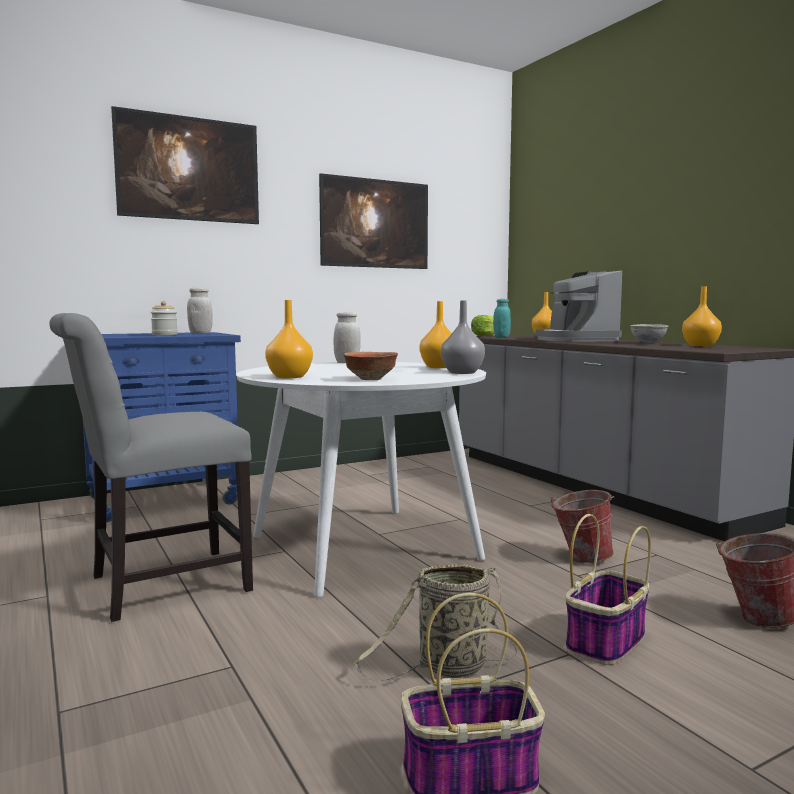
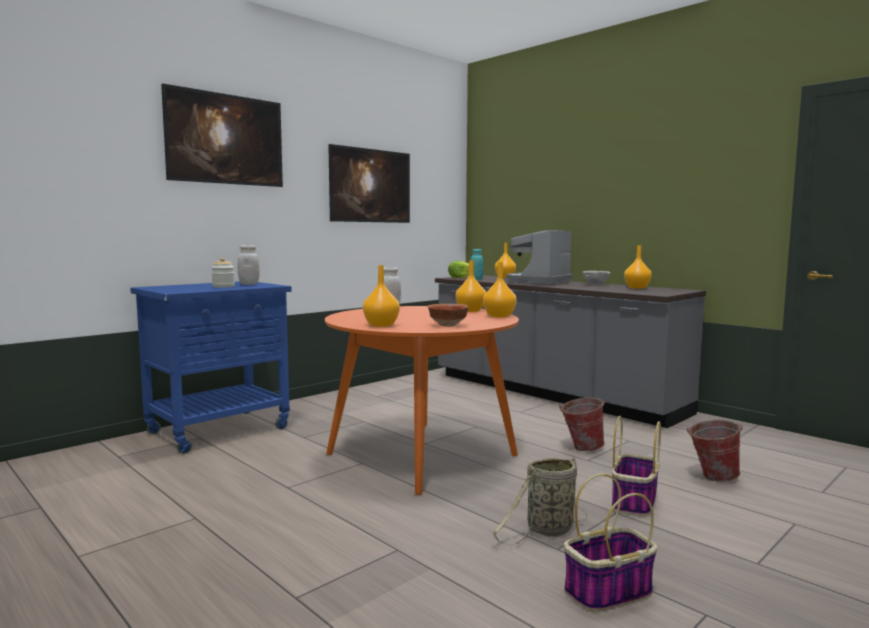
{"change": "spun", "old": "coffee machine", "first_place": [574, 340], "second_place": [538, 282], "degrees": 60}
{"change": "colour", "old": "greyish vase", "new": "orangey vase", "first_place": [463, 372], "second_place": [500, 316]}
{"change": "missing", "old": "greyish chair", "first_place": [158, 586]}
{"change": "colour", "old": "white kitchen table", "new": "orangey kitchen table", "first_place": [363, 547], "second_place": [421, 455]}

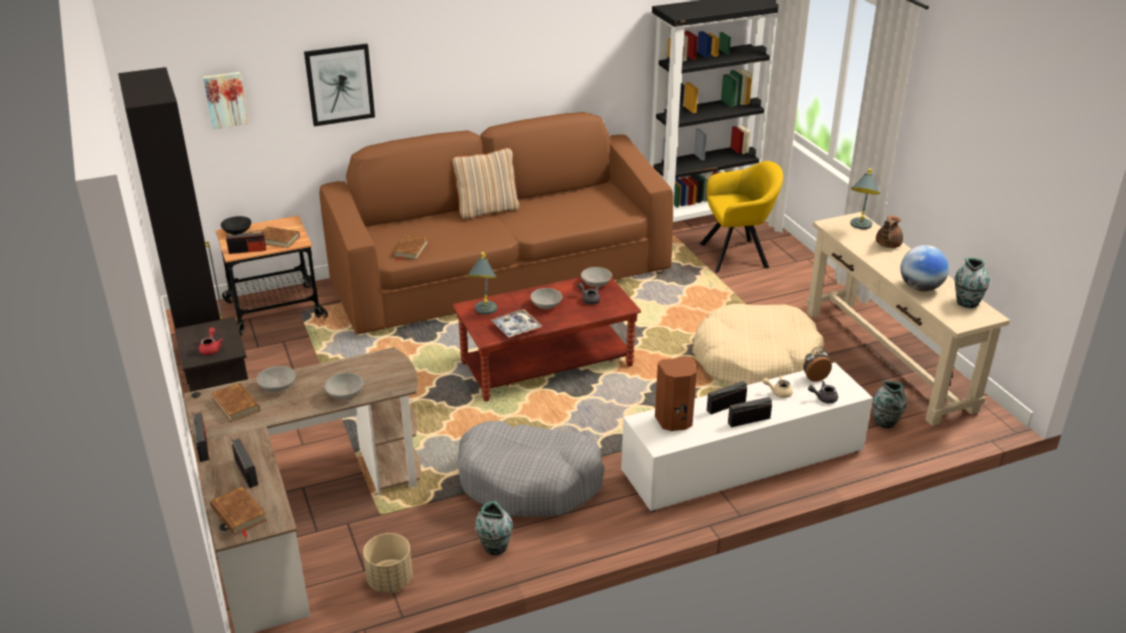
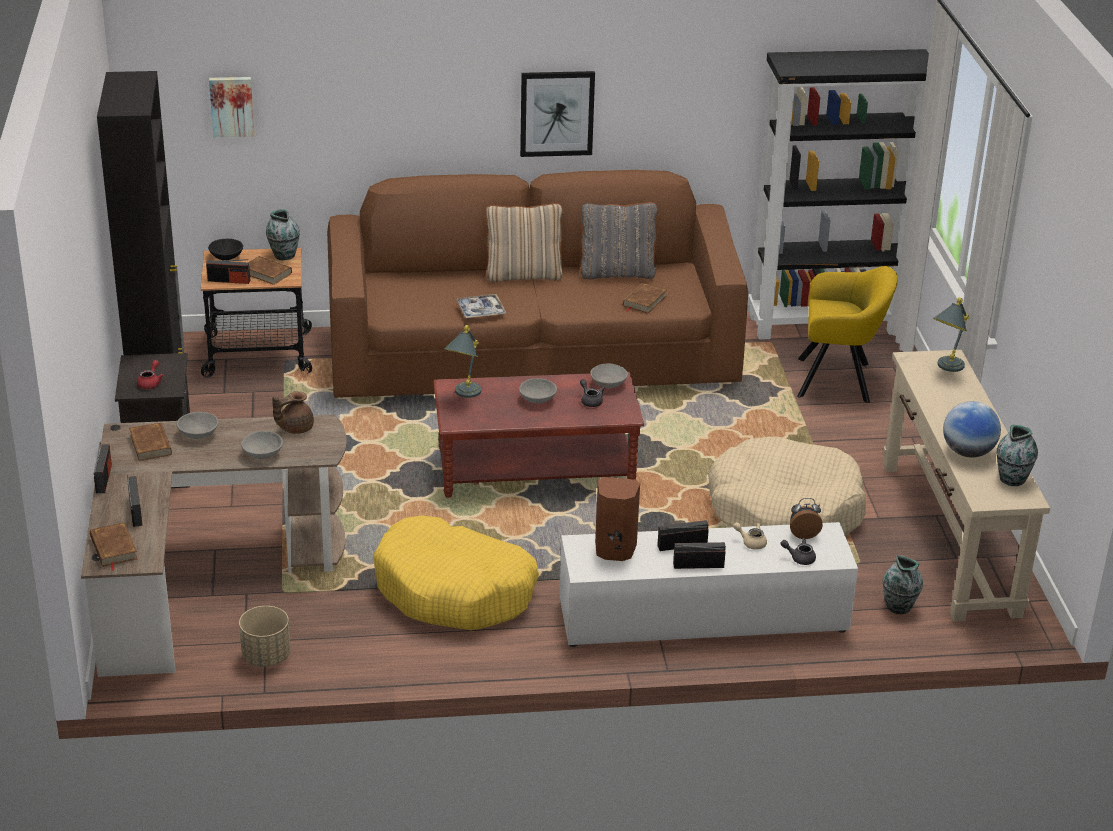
{"change": "relocated", "old": "wall art", "first_place": [340, 84], "second_place": [557, 113]}
{"change": "relocated", "old": "brown-coloured teapot", "first_place": [887, 245], "second_place": [294, 428]}
{"change": "relocated", "old": "brown-coloured book", "first_place": [410, 250], "second_place": [644, 301]}
{"change": "relocated", "old": "carrying tray", "first_place": [516, 328], "second_place": [481, 311]}
{"change": "colour", "old": "greyish pet bed", "new": "yellow pet bed", "first_place": [529, 482], "second_place": [454, 591]}
{"change": "relocated", "old": "vase", "first_place": [494, 547], "second_place": [284, 255]}
{"change": "appeared", "new": "greyish pillow", "second_place": [617, 272]}

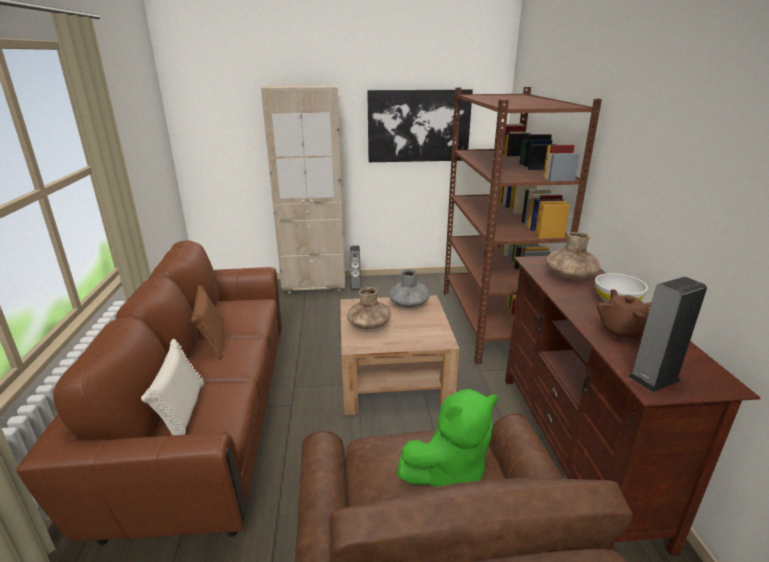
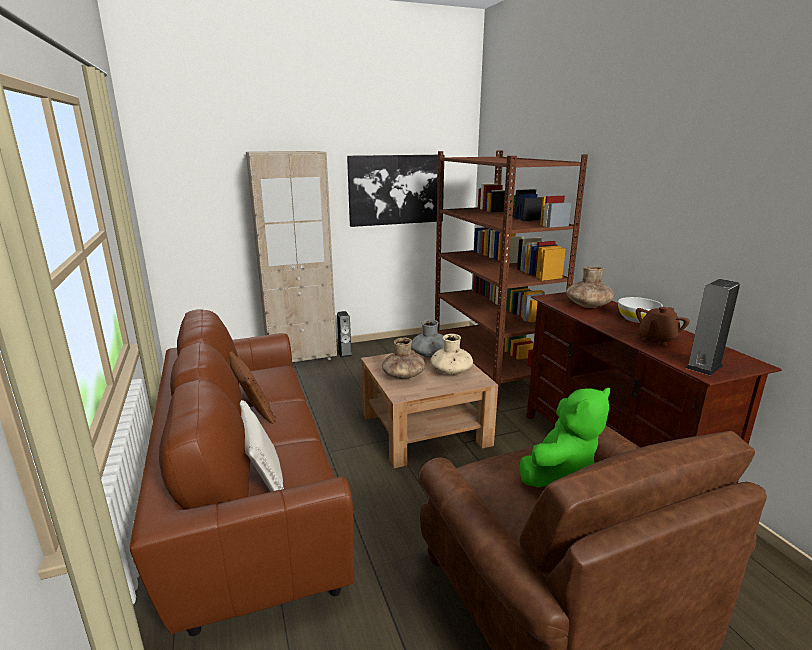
{"change": "spun", "old": "brown-coloured teapot", "first_place": [621, 331], "second_place": [657, 339], "degrees": -120}
{"change": "appeared", "new": "beige-coloured vase", "second_place": [451, 371]}

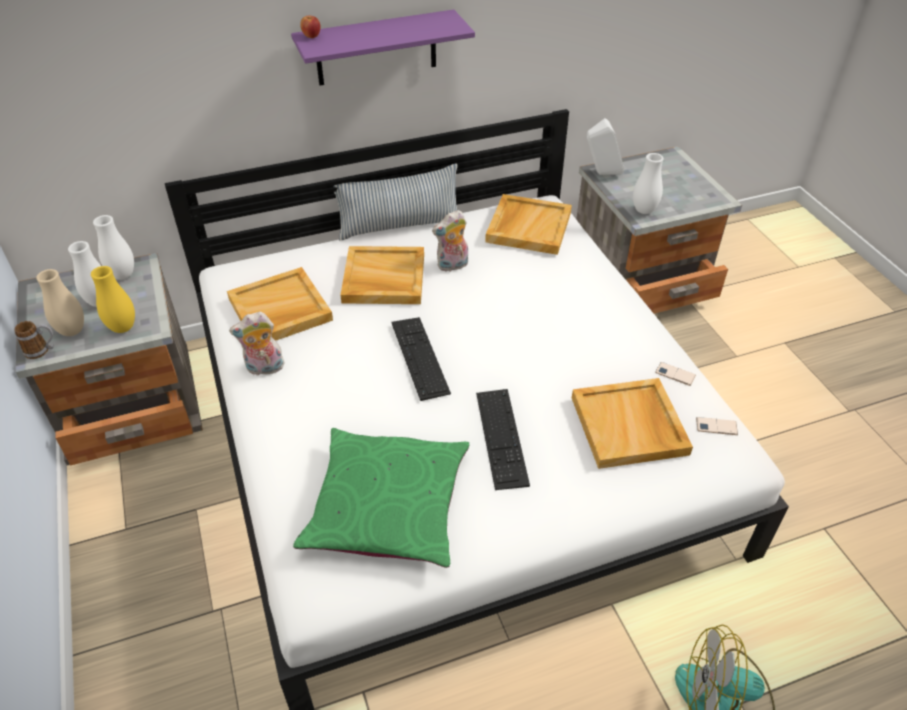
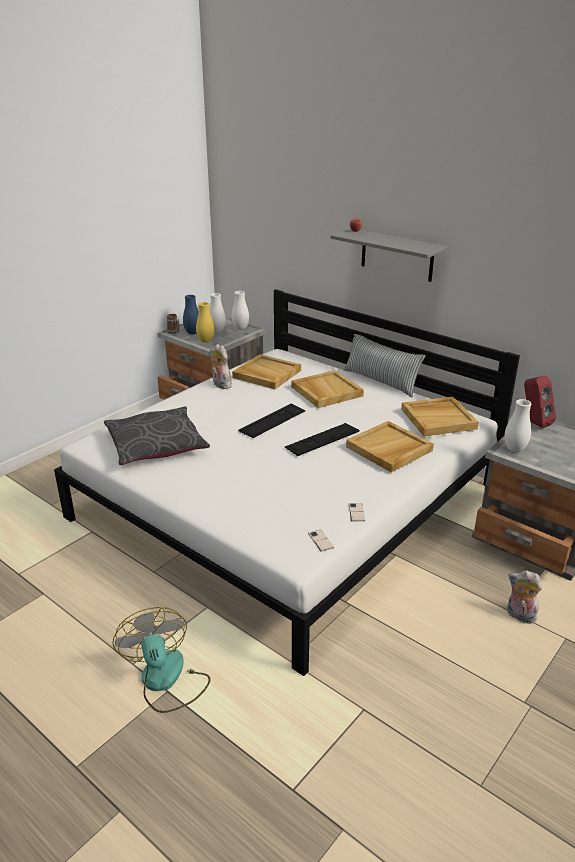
{"change": "colour", "old": "purple wall shelf", "new": "greyish wall shelf", "first_place": [376, 48], "second_place": [397, 255]}
{"change": "colour", "old": "white loudspeaker", "new": "red-coloured loudspeaker", "first_place": [601, 174], "second_place": [533, 423]}
{"change": "relocated", "old": "soft toy", "first_place": [452, 266], "second_place": [519, 616]}
{"change": "colour", "old": "beige-coloured vase", "new": "blue-coloured vase", "first_place": [72, 331], "second_place": [192, 333]}
{"change": "relocated", "old": "beige-coloured carrying tray", "first_place": [630, 426], "second_place": [389, 449]}
{"change": "relocated", "old": "keyboard", "first_place": [501, 437], "second_place": [322, 439]}
{"change": "colour", "old": "green-coloured pillow", "new": "greyish pillow", "first_place": [387, 506], "second_place": [156, 445]}

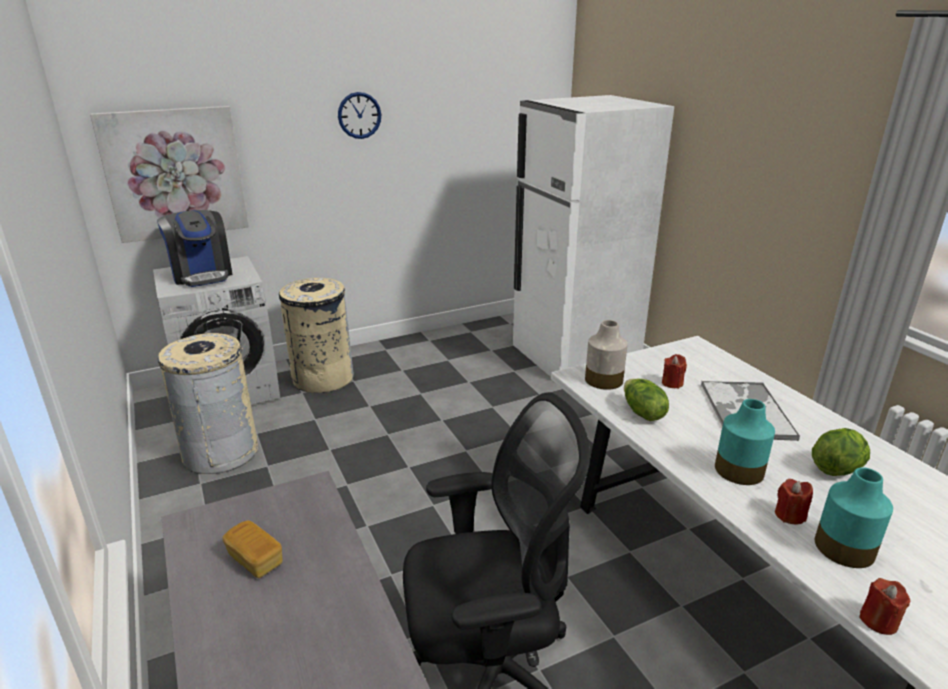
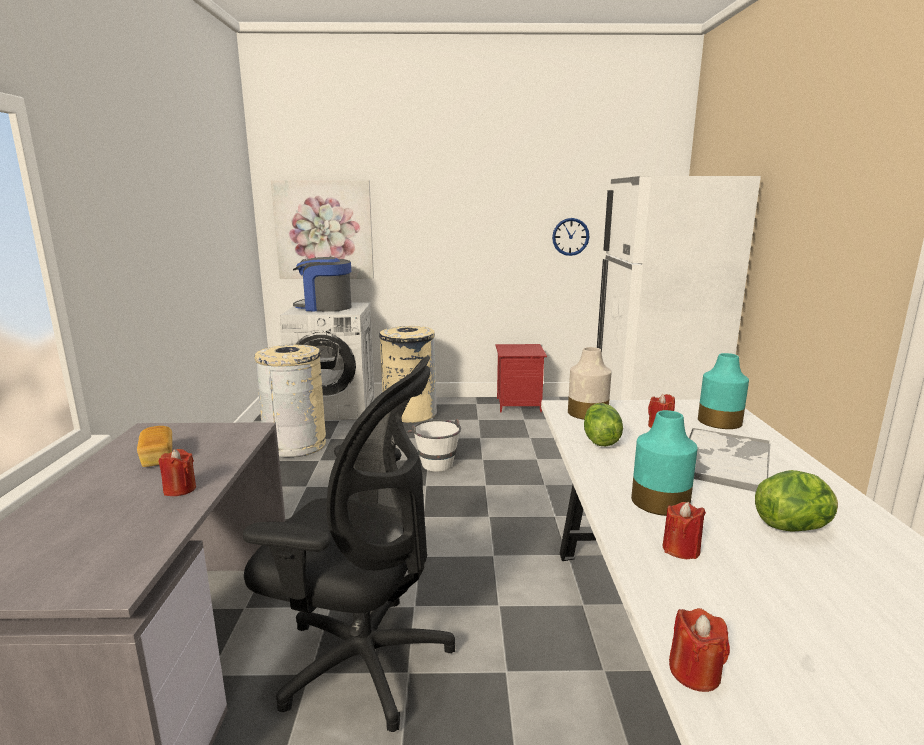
{"change": "relocated", "old": "wall clock", "first_place": [359, 115], "second_place": [570, 236]}
{"change": "spun", "old": "coffee machine", "first_place": [202, 275], "second_place": [325, 307], "degrees": 105}
{"change": "relocated", "old": "blue-green vase", "first_place": [845, 548], "second_place": [719, 421]}
{"change": "appeared", "new": "red-coloured bedside table", "second_place": [519, 404]}
{"change": "appeared", "new": "white water bucket", "second_place": [434, 461]}
{"change": "appeared", "new": "red-coloured wax light", "second_place": [180, 489]}

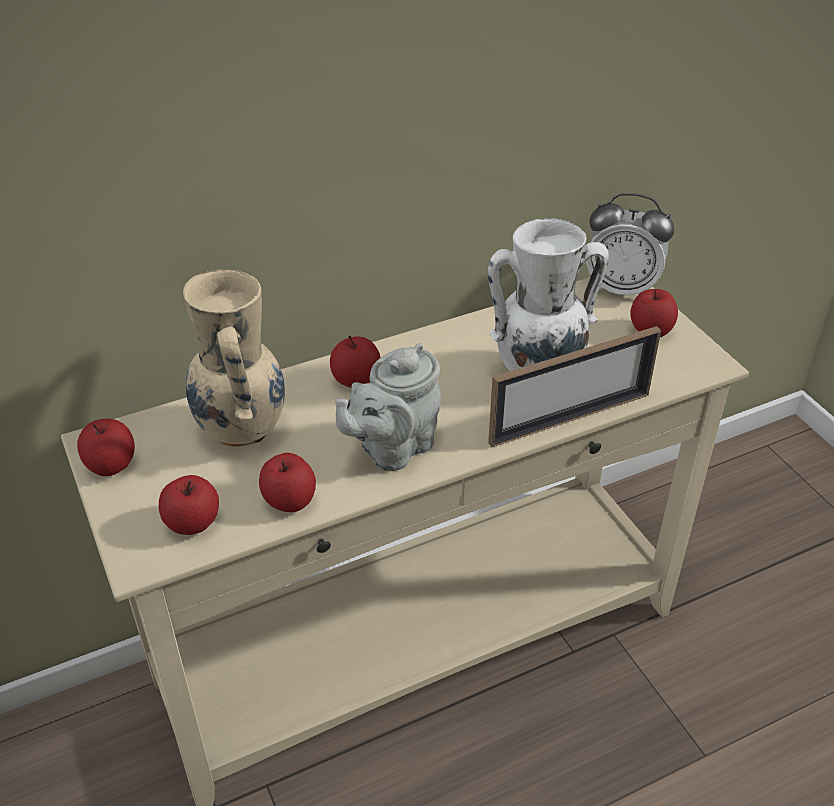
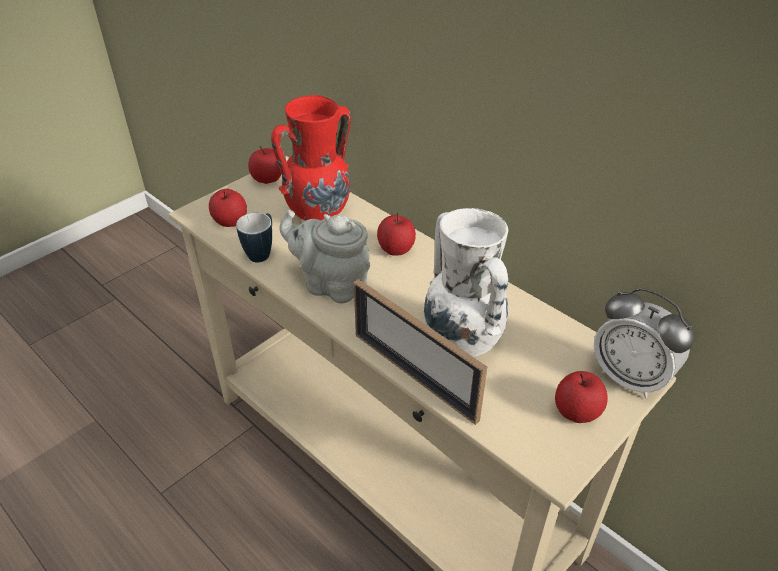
{"change": "spun", "old": "bedside clock", "first_place": [621, 288], "second_place": [630, 377], "degrees": -45}
{"change": "colour", "old": "beige-coloured vase", "new": "red-coloured vase", "first_place": [242, 429], "second_place": [320, 215]}
{"change": "exchanged", "old": "whole apple", "new": "mug", "first_place": [289, 501], "second_place": [262, 253]}

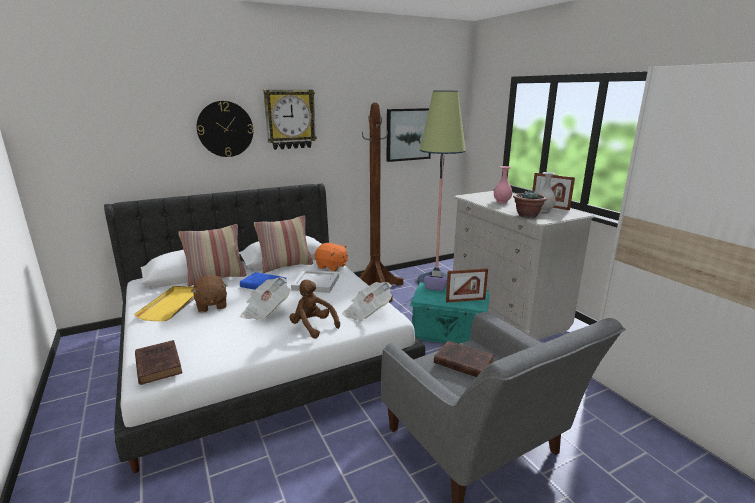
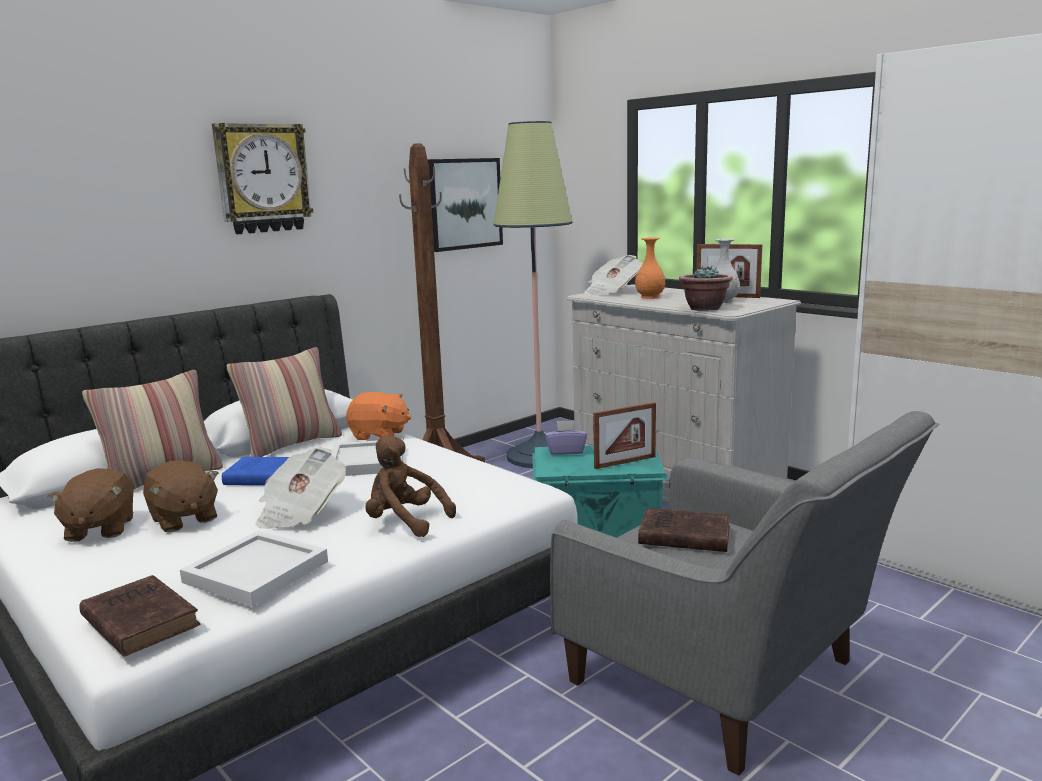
{"change": "missing", "old": "wall clock", "first_place": [225, 129]}
{"change": "colour", "old": "pink-coloured vase", "new": "orangey vase", "first_place": [502, 202], "second_place": [650, 297]}
{"change": "relocated", "old": "newspaper", "first_place": [367, 313], "second_place": [612, 291]}
{"change": "exchanged", "old": "yellow carrying tray", "new": "brown-coloured soft toy", "first_place": [172, 304], "second_place": [99, 529]}
{"change": "appeared", "new": "white carrying tray", "second_place": [256, 573]}

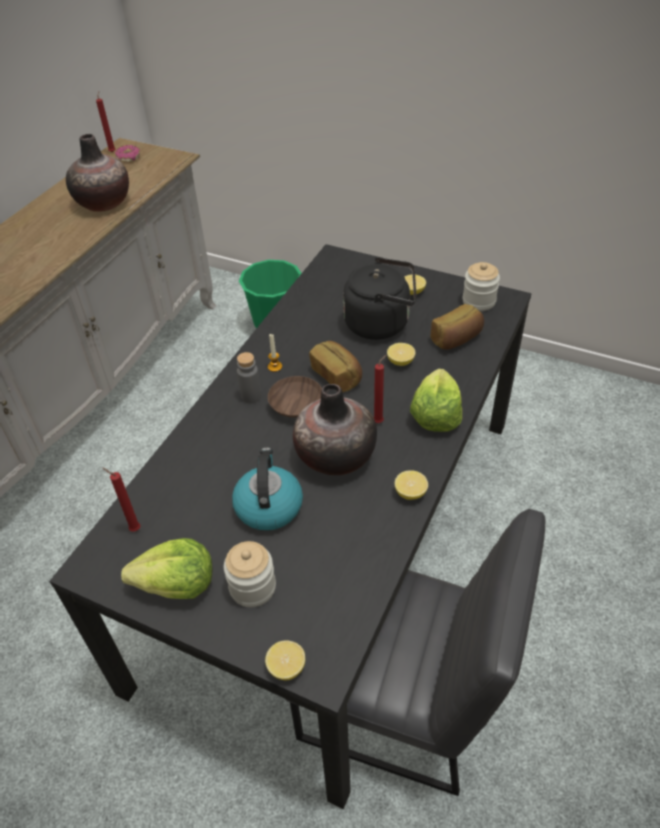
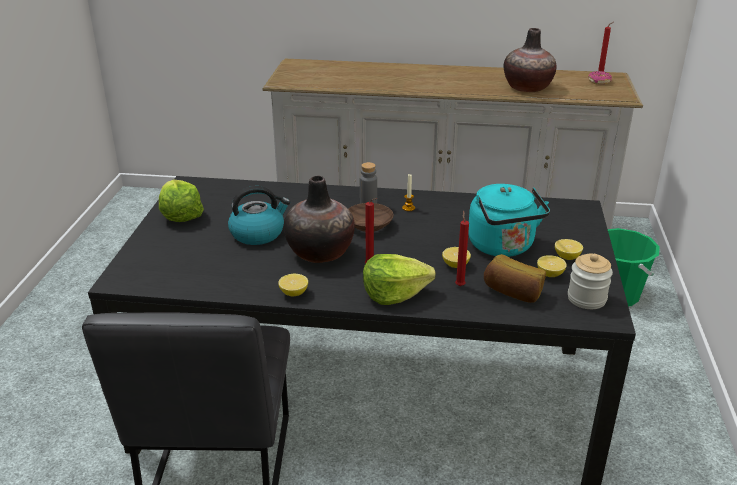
{"change": "colour", "old": "blackish kettle", "new": "blue-green kettle", "first_place": [381, 323], "second_place": [503, 247]}
{"change": "missing", "old": "baked bread", "first_place": [337, 376]}
{"change": "relocated", "old": "red-coloured wax light", "first_place": [133, 529], "second_place": [459, 285]}
{"change": "missing", "old": "storage jar", "first_place": [252, 587]}
{"change": "relocated", "old": "citrus fruit", "first_place": [286, 667], "second_place": [550, 274]}

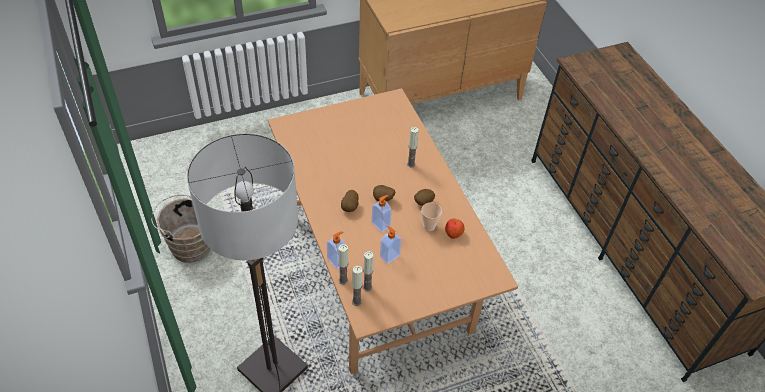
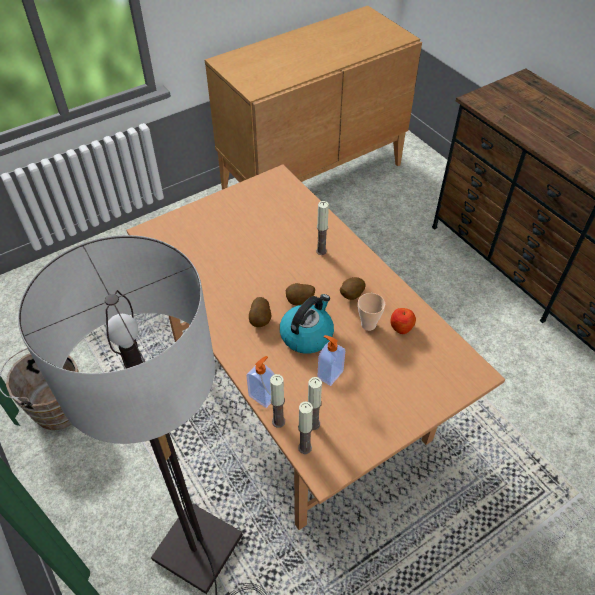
{"change": "exchanged", "old": "soap dispenser", "new": "kettle", "first_place": [381, 224], "second_place": [307, 335]}

